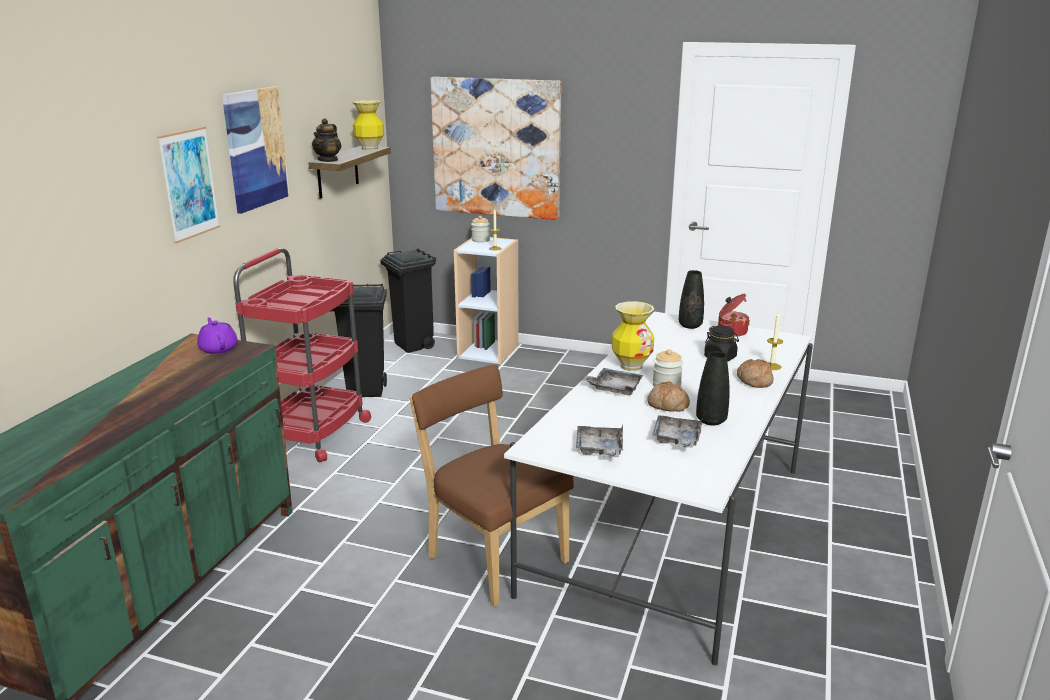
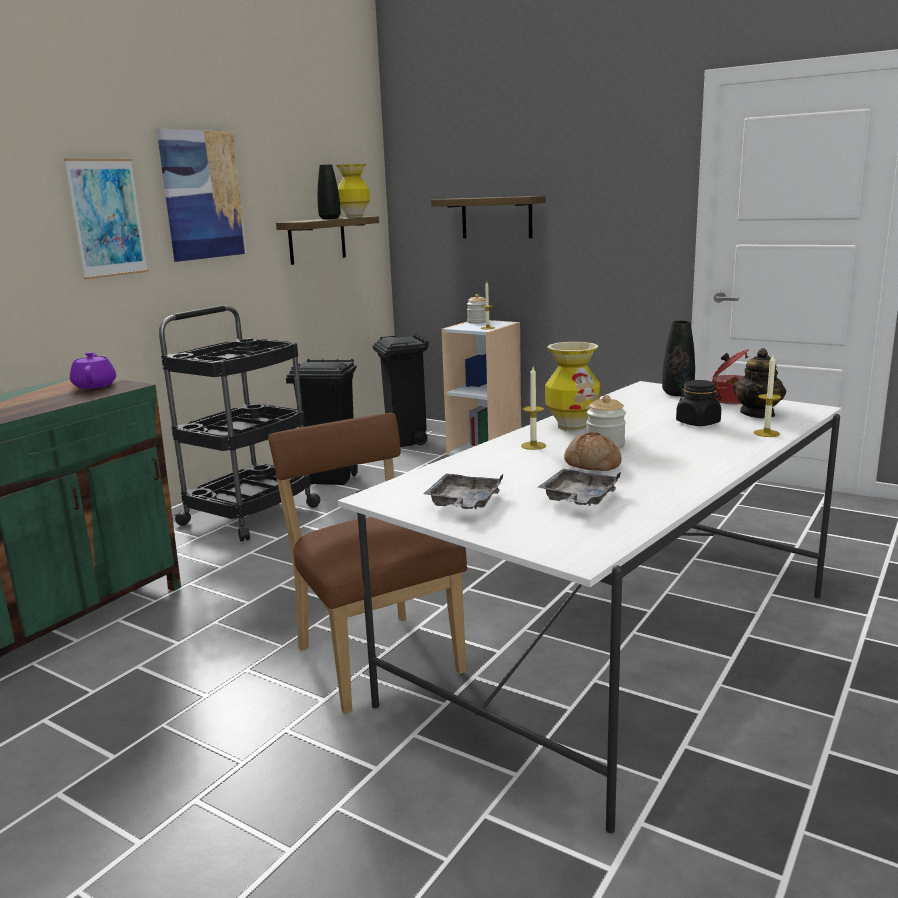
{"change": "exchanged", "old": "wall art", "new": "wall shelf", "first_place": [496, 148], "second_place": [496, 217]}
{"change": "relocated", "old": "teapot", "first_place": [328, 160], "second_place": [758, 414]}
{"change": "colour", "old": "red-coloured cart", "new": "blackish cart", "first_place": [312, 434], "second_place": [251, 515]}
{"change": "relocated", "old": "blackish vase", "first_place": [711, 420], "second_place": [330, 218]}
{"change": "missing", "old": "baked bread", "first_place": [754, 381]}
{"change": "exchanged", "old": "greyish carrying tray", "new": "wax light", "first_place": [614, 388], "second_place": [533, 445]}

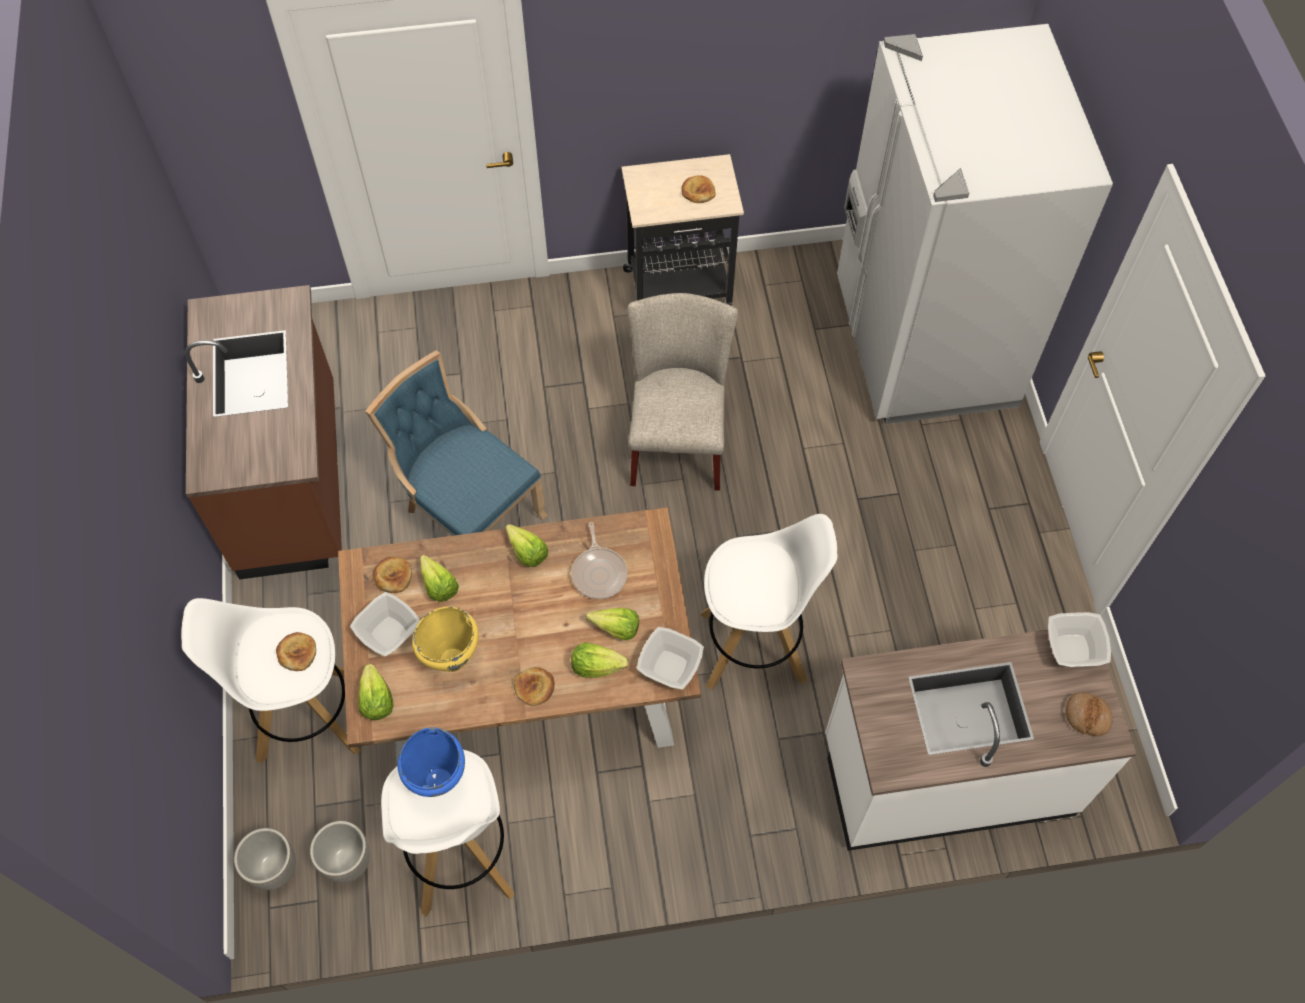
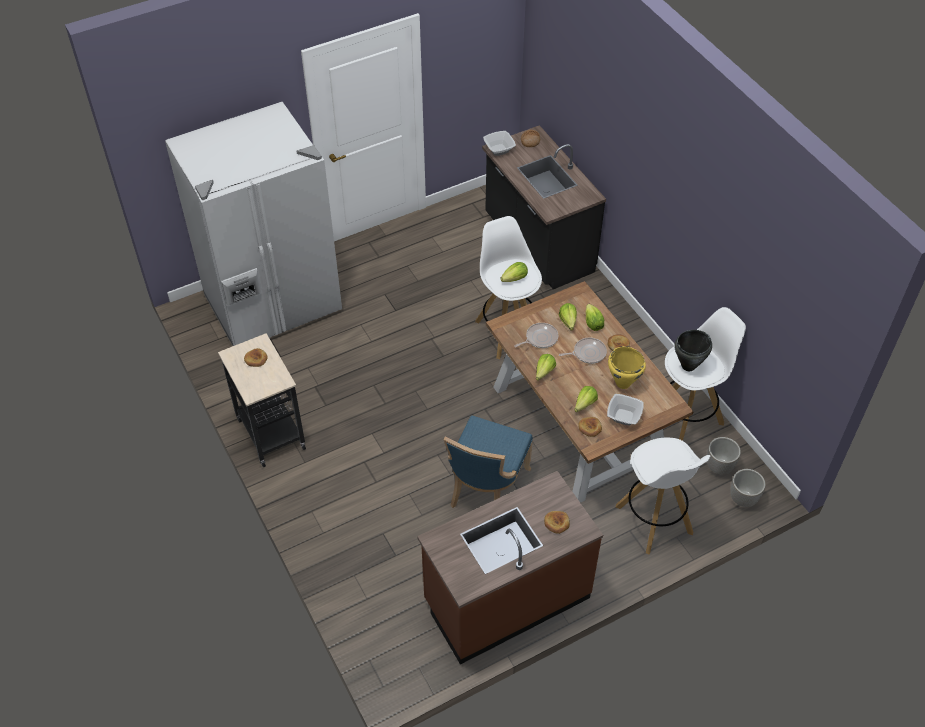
{"change": "missing", "old": "beige-coloured chair", "first_place": [677, 439]}
{"change": "missing", "old": "bowl", "first_place": [669, 667]}
{"change": "colour", "old": "white kitchen counter", "new": "blackish kitchen counter", "first_place": [946, 774], "second_place": [537, 245]}
{"change": "relocated", "old": "baked bread", "first_place": [297, 652], "second_place": [556, 523]}
{"change": "relocated", "old": "lettuce", "first_place": [376, 701], "second_place": [515, 279]}
{"change": "colour", "old": "blue-coloured stockpot", "new": "blackish stockpot", "first_place": [438, 781], "second_place": [689, 366]}
{"change": "appeared", "new": "skillet", "second_place": [587, 353]}

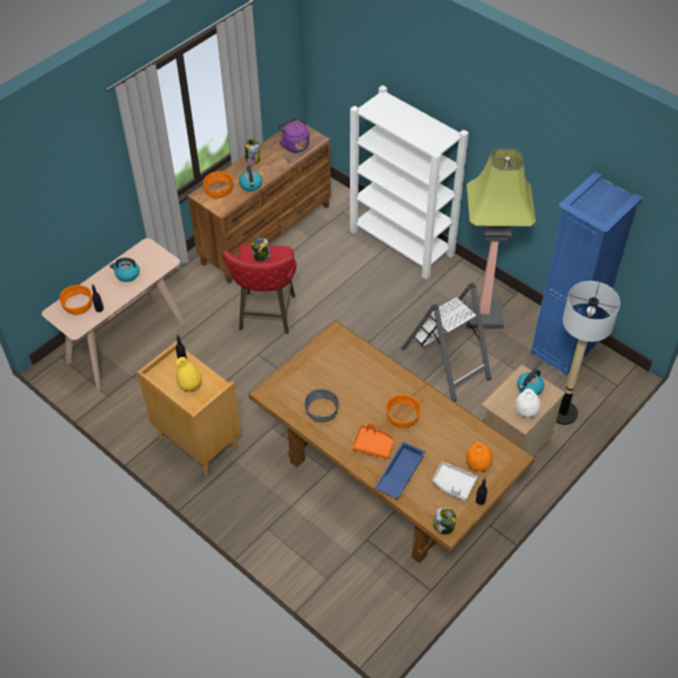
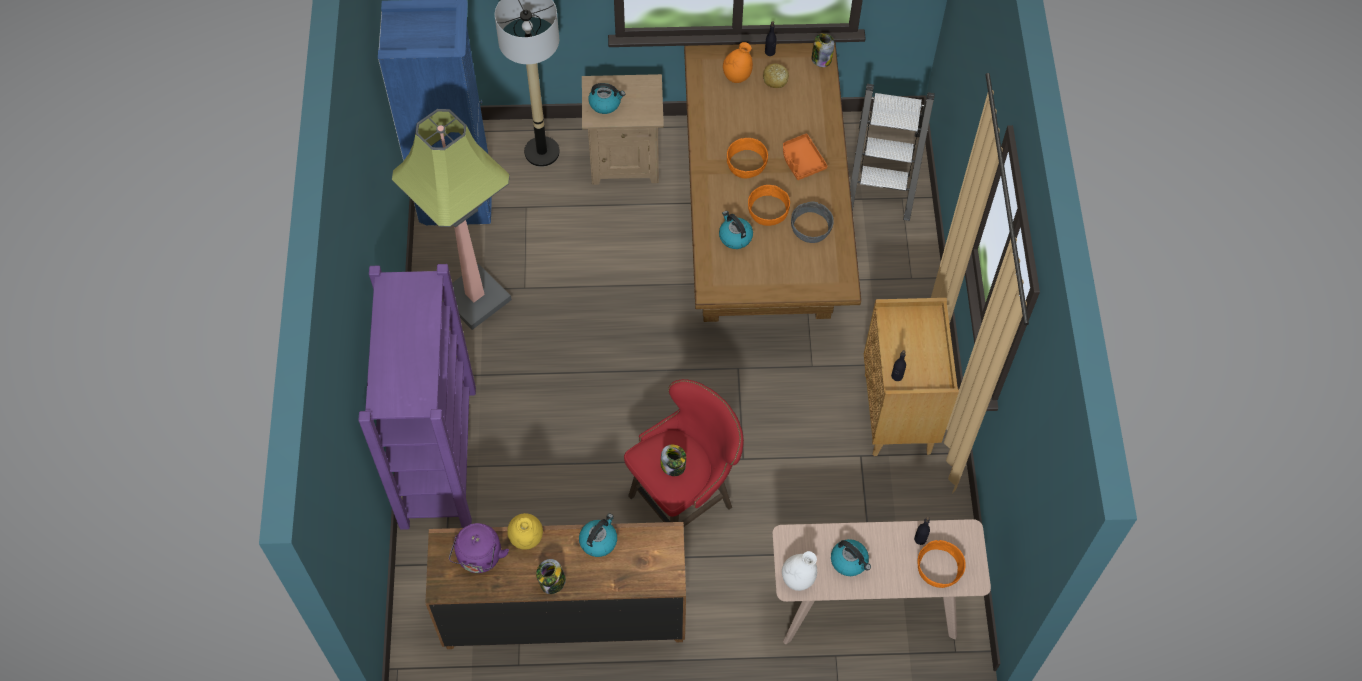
{"change": "colour", "old": "white bookcase", "new": "purple bookcase", "first_place": [402, 242], "second_place": [438, 456]}
{"change": "relocated", "old": "orangey bowl", "first_place": [218, 189], "second_place": [767, 211]}
{"change": "relocated", "old": "greyish step stool", "first_place": [446, 364], "second_place": [884, 170]}
{"change": "relocated", "old": "yellow vase", "first_place": [190, 386], "second_place": [526, 538]}
{"change": "relocated", "old": "white vase", "first_place": [526, 412], "second_place": [798, 579]}
{"change": "missing", "old": "blue-coloured carrying tray", "first_place": [399, 473]}
{"change": "exchanged", "old": "greyish carrying tray", "new": "baked bread", "first_place": [453, 484], "second_place": [775, 79]}
{"change": "appeared", "new": "kettle", "second_place": [735, 237]}

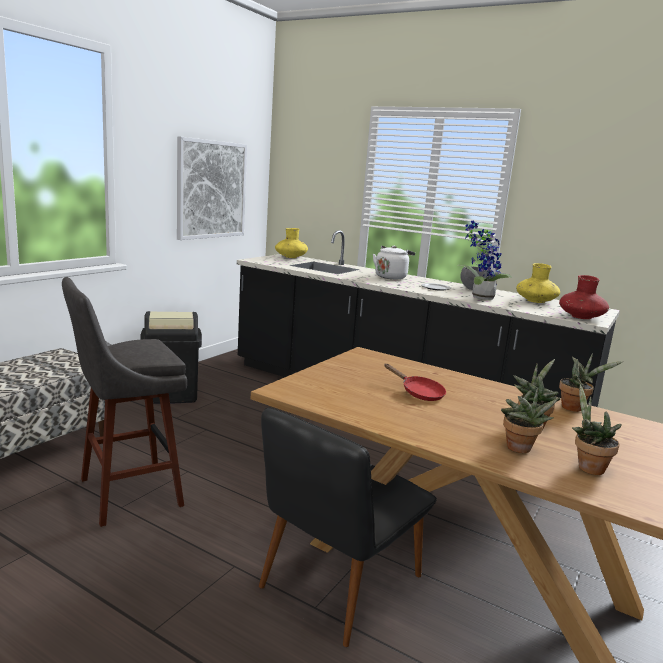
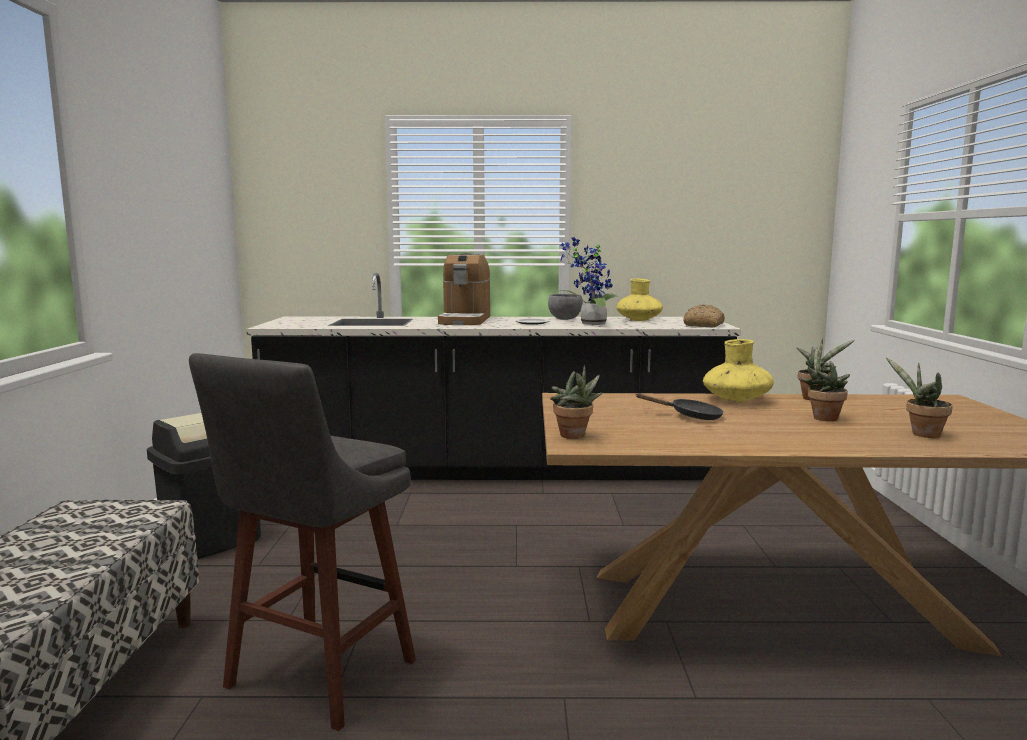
{"change": "missing", "old": "wall art", "first_place": [211, 189]}
{"change": "relocated", "old": "yellow vase", "first_place": [290, 257], "second_place": [736, 400]}
{"change": "exchanged", "old": "white kettle", "new": "coffee machine", "first_place": [391, 277], "second_place": [465, 320]}
{"change": "exchanged", "old": "red-coloured vase", "new": "baked bread", "first_place": [581, 317], "second_place": [703, 325]}
{"change": "colour", "old": "red-coloured skillet", "new": "blackish skillet", "first_place": [419, 393], "second_place": [690, 416]}
{"change": "relocated", "old": "plant in a pot", "first_place": [519, 450], "second_place": [574, 436]}
{"change": "missing", "old": "blackish chair", "first_place": [341, 581]}

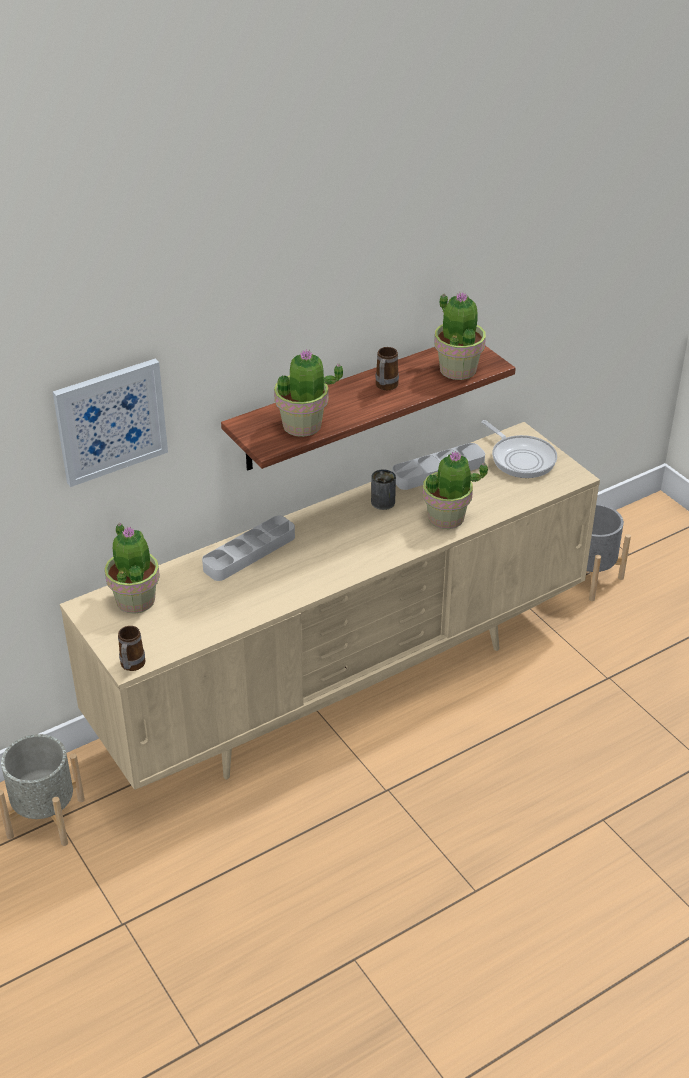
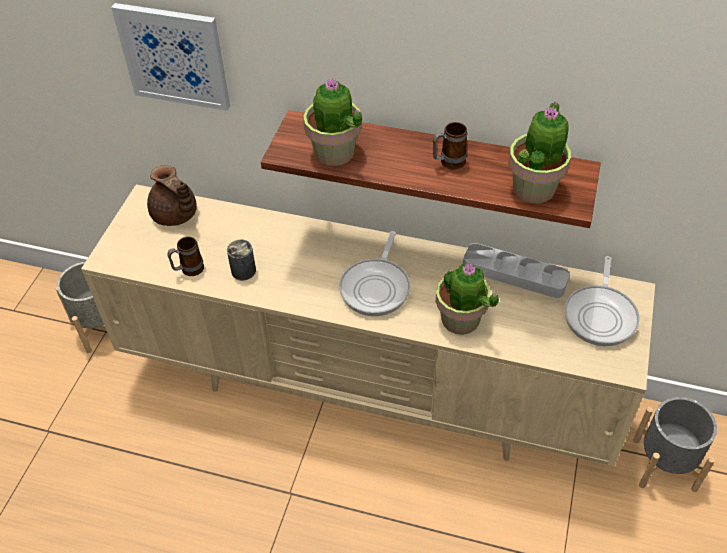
{"change": "relocated", "old": "sealed can", "first_place": [383, 502], "second_place": [243, 271]}
{"change": "missing", "old": "greyish carrying tray", "first_place": [249, 552]}
{"change": "exchanged", "old": "plant in a pot", "new": "brown-coloured teapot", "first_place": [136, 600], "second_place": [175, 216]}
{"change": "relocated", "old": "mug", "first_place": [131, 667], "second_place": [188, 270]}
{"change": "appeared", "new": "skillet", "second_place": [376, 287]}

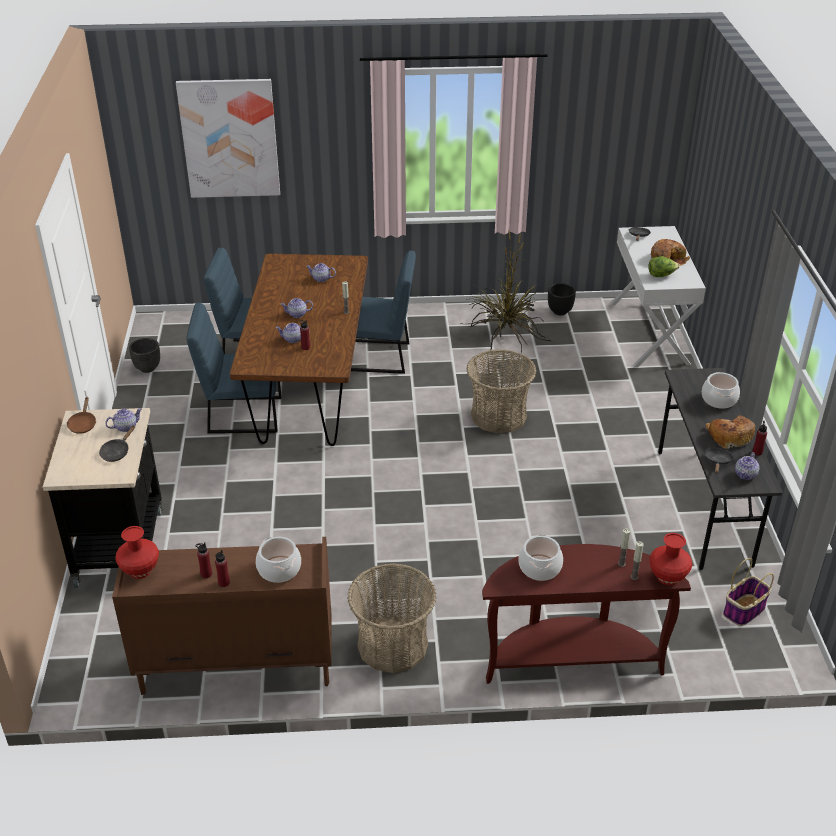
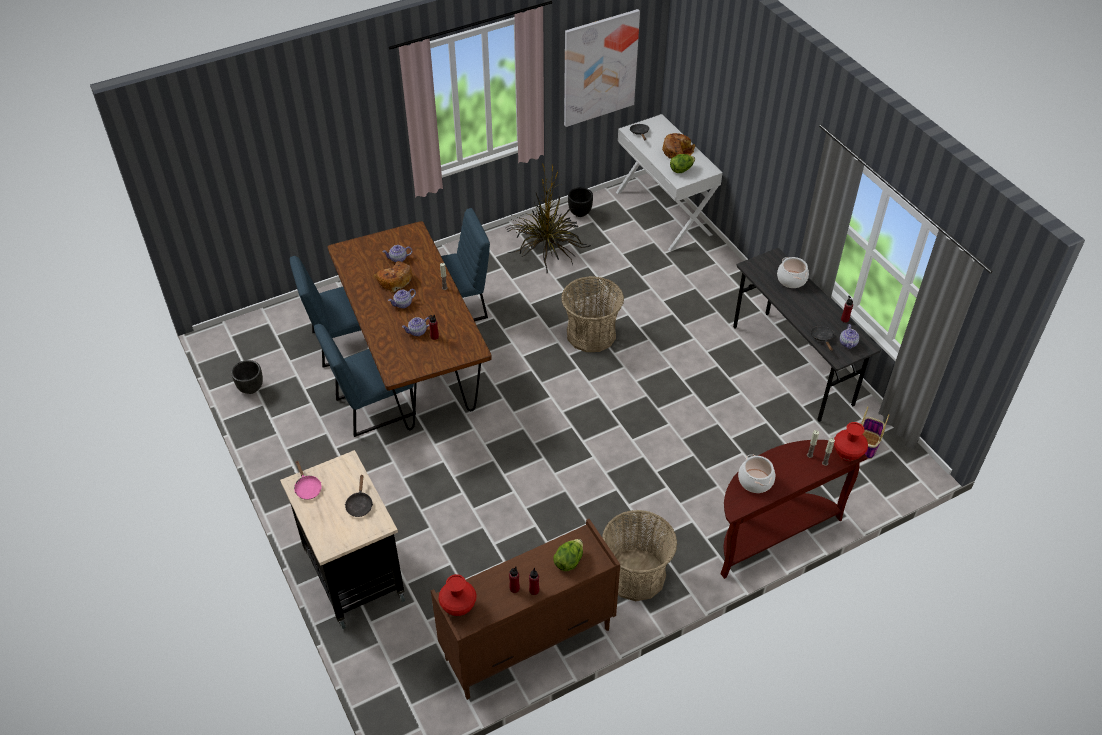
{"change": "relocated", "old": "wall art", "first_place": [230, 138], "second_place": [599, 68]}
{"change": "colour", "old": "brown-coloured skillet", "new": "pink-coloured skillet", "first_place": [83, 424], "second_place": [307, 488]}
{"change": "missing", "old": "teapot", "first_place": [126, 427]}
{"change": "relocated", "old": "baked bread", "first_place": [729, 436], "second_place": [394, 280]}
{"change": "exchanged", "old": "stockpot", "new": "lettuce", "first_place": [279, 569], "second_place": [569, 561]}

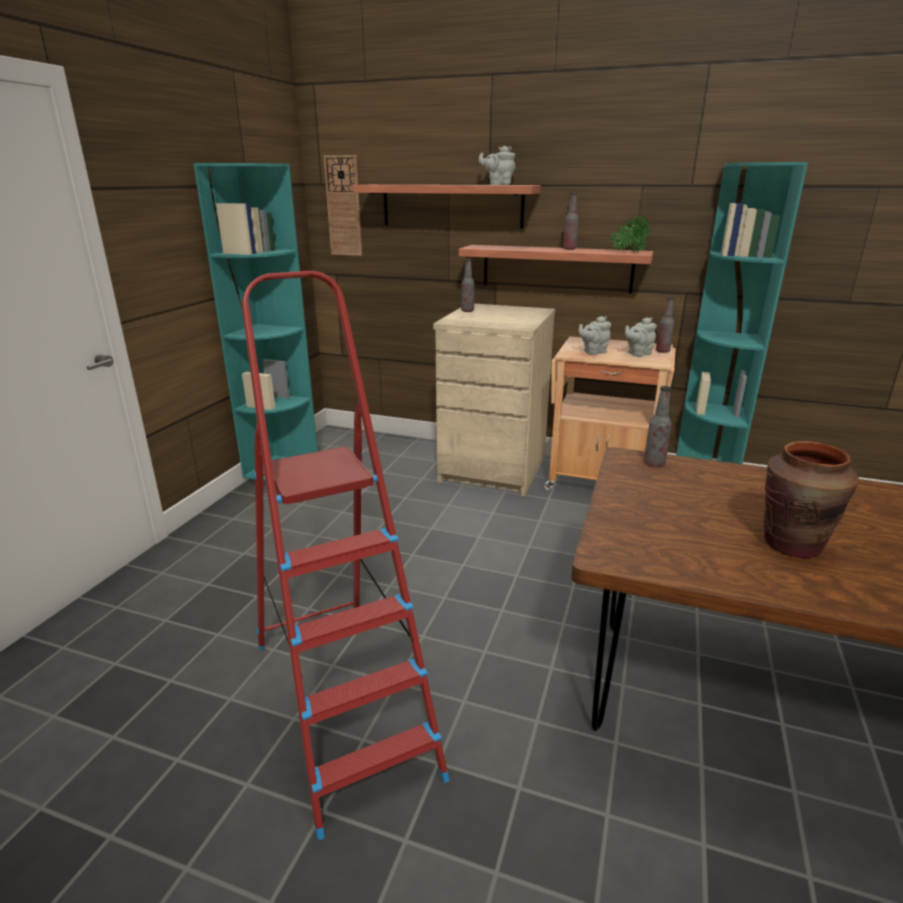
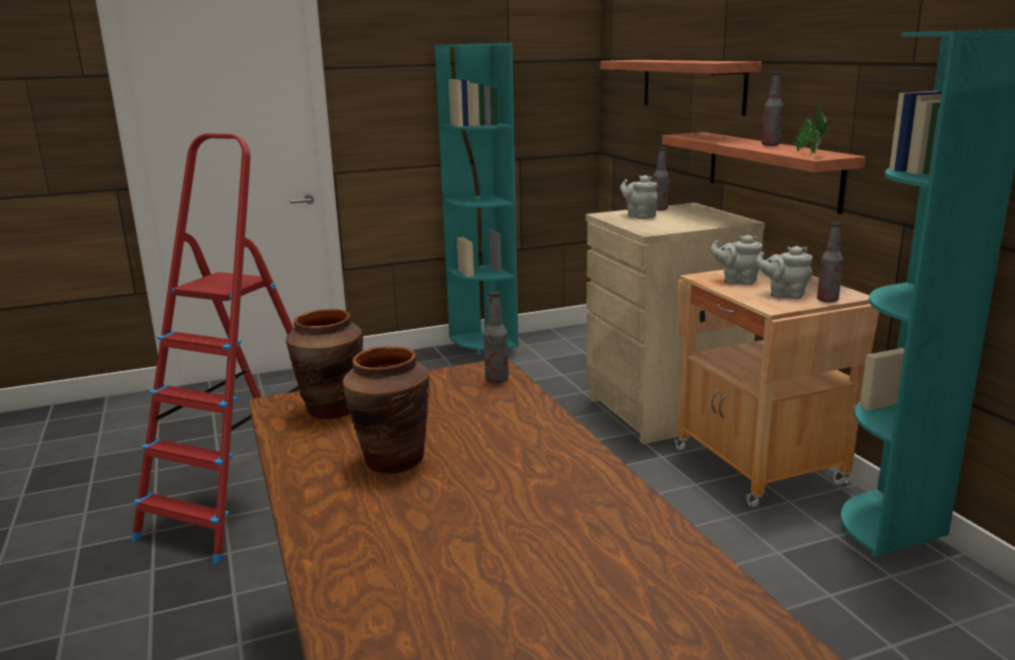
{"change": "relocated", "old": "greyish teapot", "first_place": [498, 184], "second_place": [639, 216]}
{"change": "missing", "old": "wall clock", "first_place": [344, 206]}
{"change": "appeared", "new": "brown-coloured vase", "second_place": [332, 409]}

